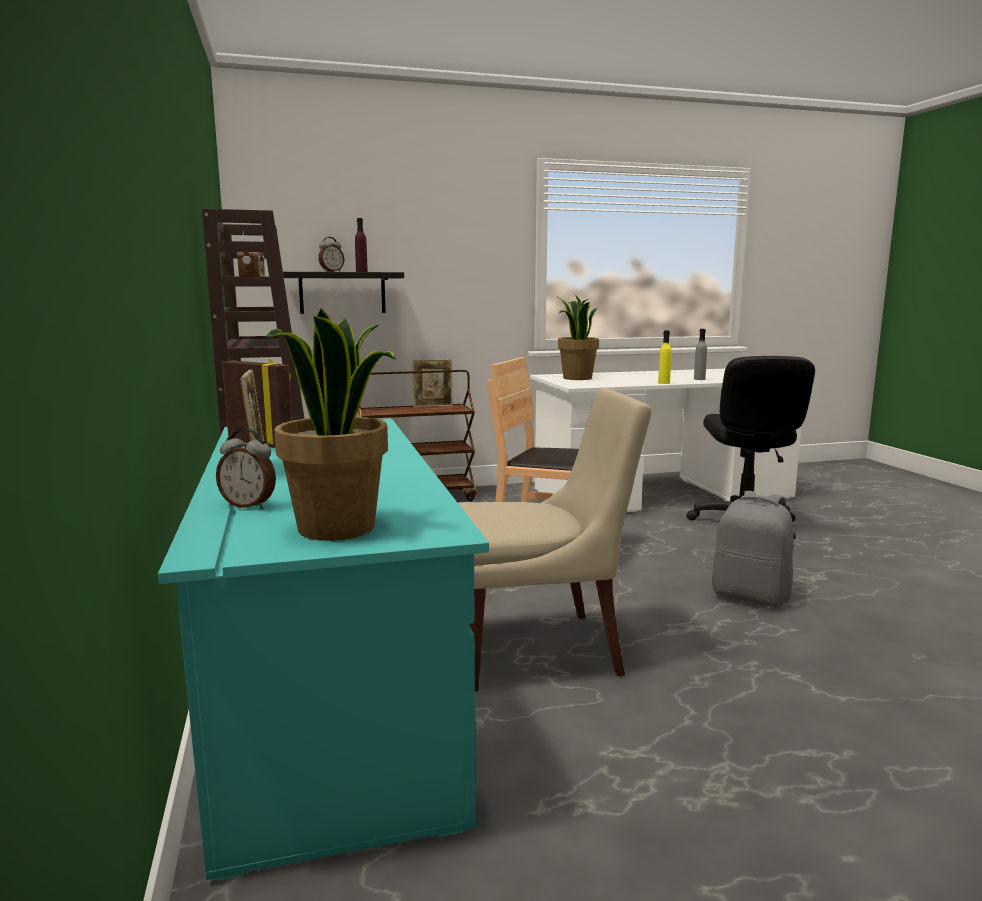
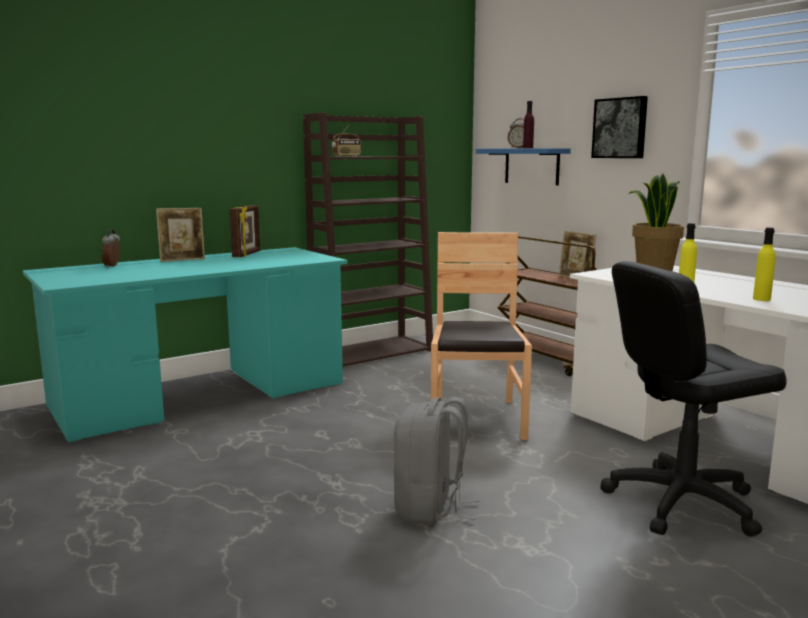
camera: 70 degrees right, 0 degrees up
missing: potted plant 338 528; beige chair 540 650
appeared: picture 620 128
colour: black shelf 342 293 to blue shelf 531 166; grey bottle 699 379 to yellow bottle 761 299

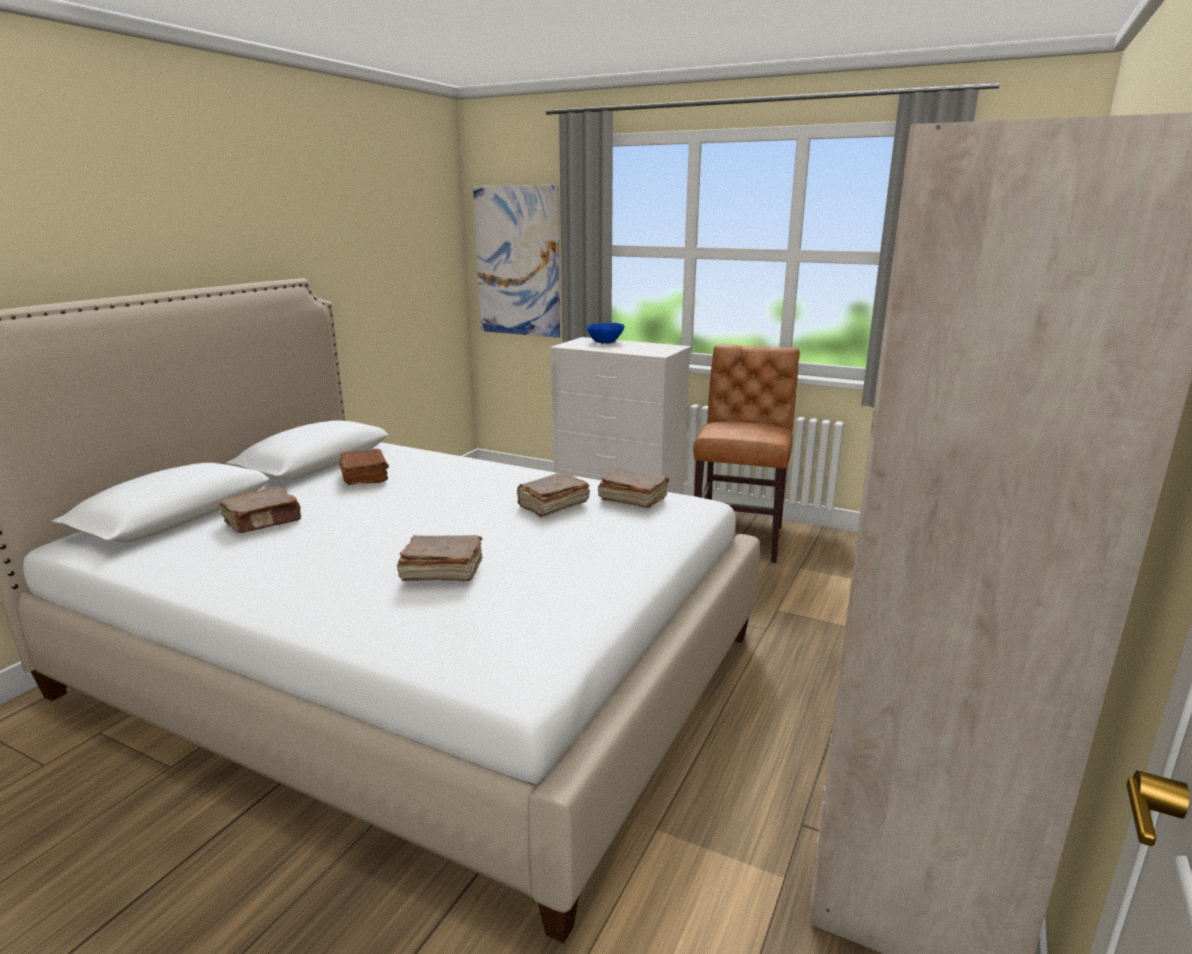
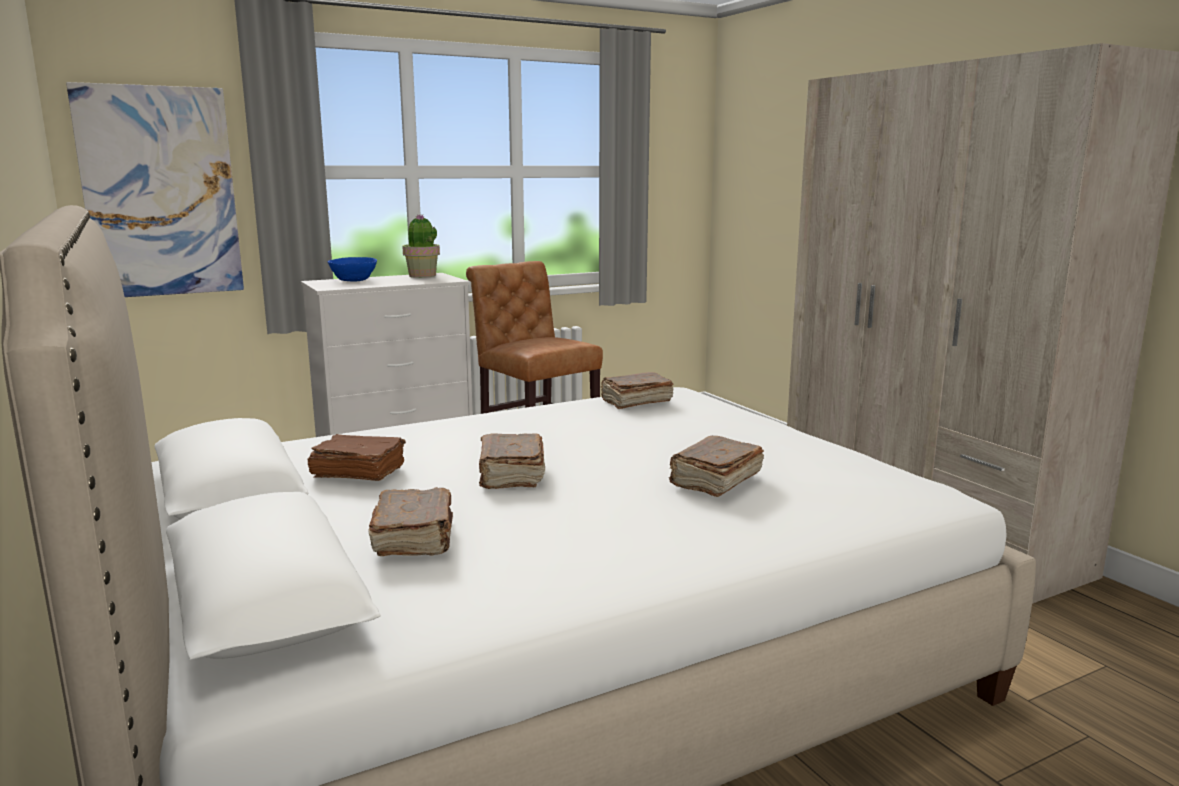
camera: 55 degrees left, 5 degrees down
appeared: potted plant 422 276
relocated: brown book 552 505 to 511 475

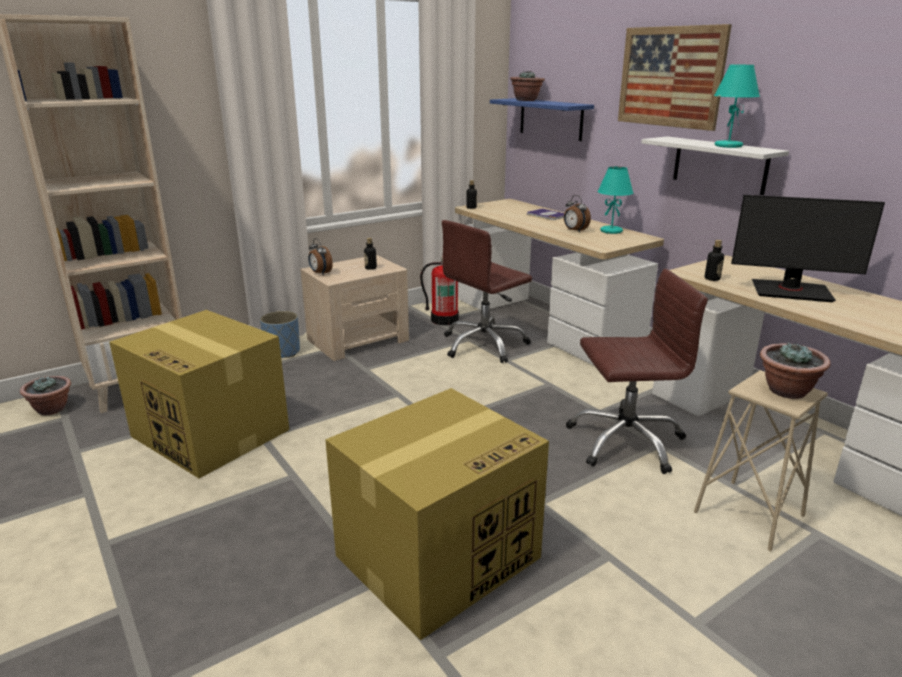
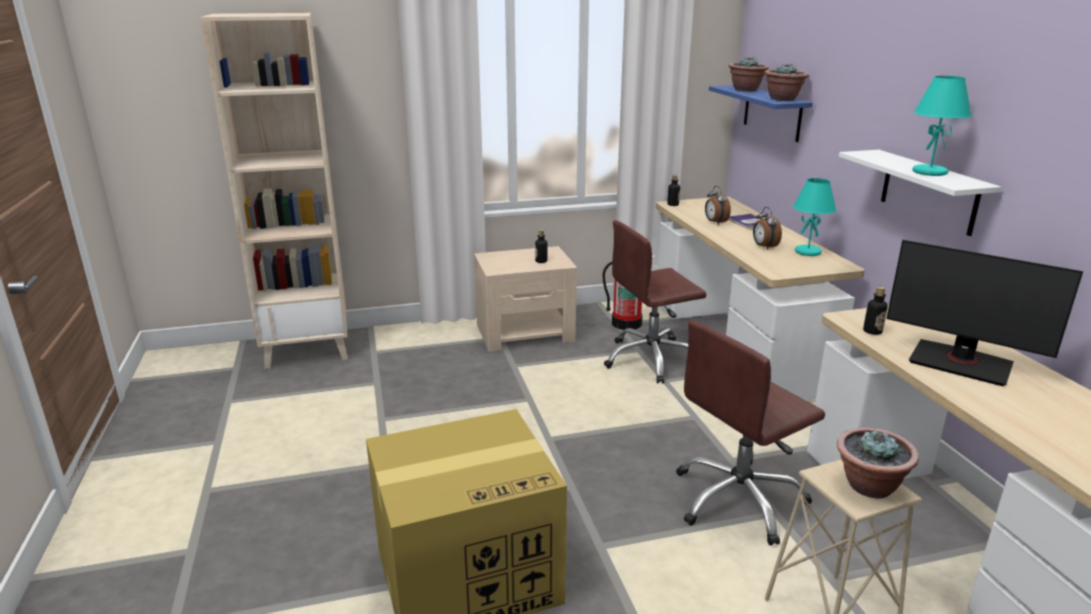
camera: 20 degrees right, 0 degrees up
missing: picture 670 77; cardboard box 212 433; blue planter 282 352
relocated: alarm clock 320 273 to 715 222; potted plant 52 409 to 783 99
spun: brown office chair 625 441 = 739 500 135 degrees clockwise

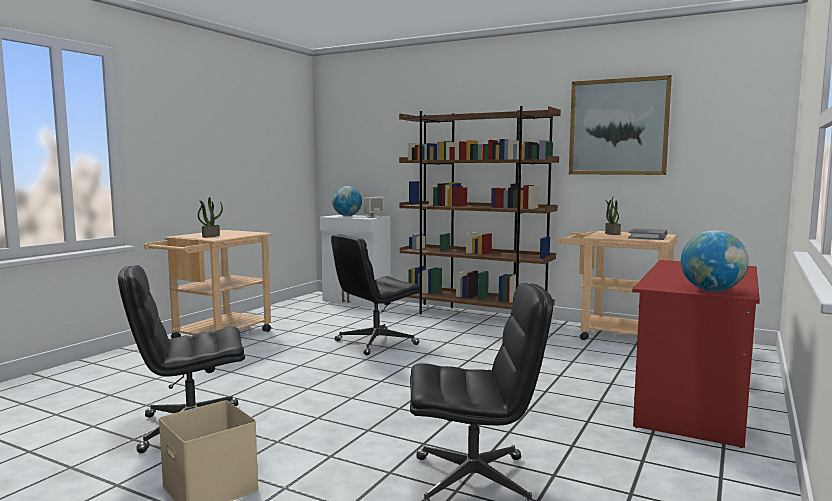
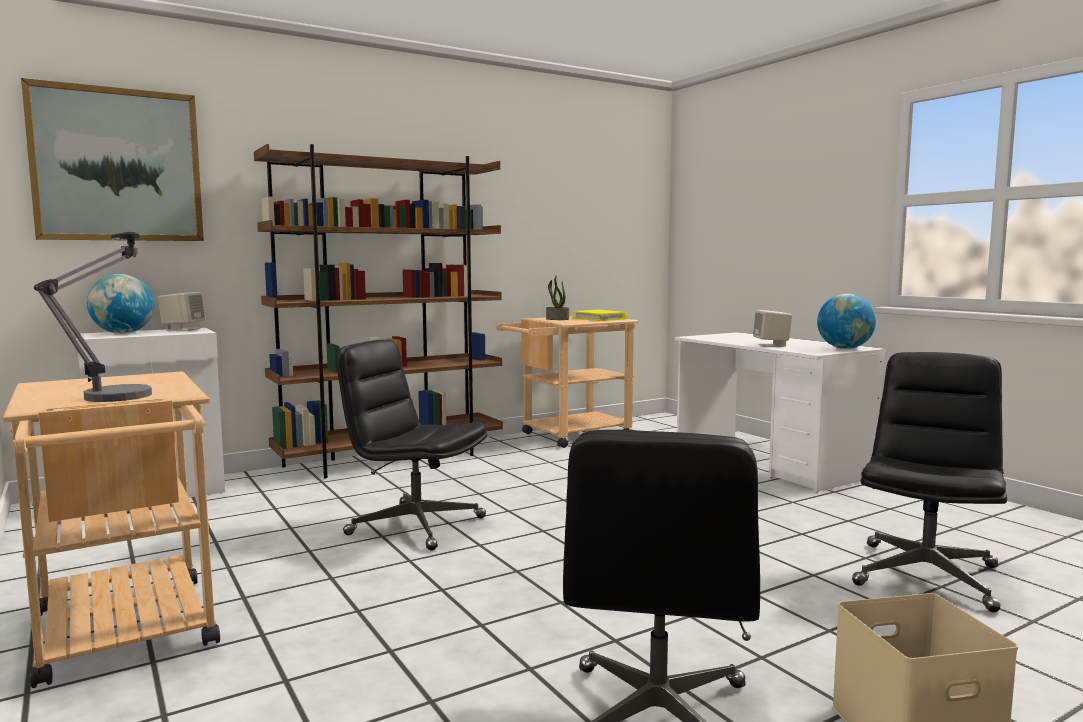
camera: 60 degrees left, 0 degrees up
appeared: beige speaker 771 345
relocated: picture 618 127 to 117 165
exchanged: potted plant 211 236 to table lamp 119 393
colour: grey book 648 237 to yellow book 599 318; red desk 694 401 to white desk 769 462
spun: black office chair 375 343 = 415 526 120 degrees clockwise

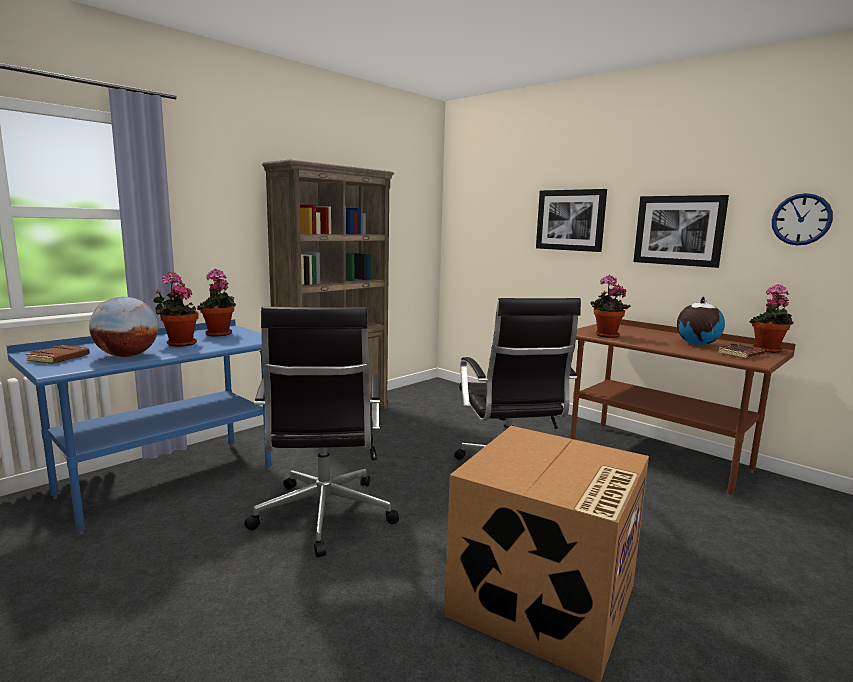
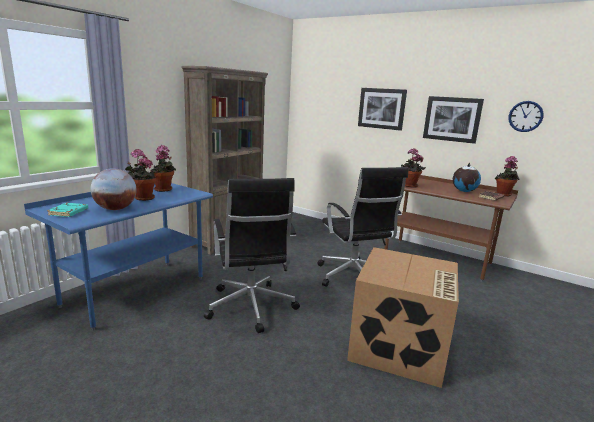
camera: 10 degrees left, 5 degrees up
colour: brown book 59 358 to turquoise book 69 212

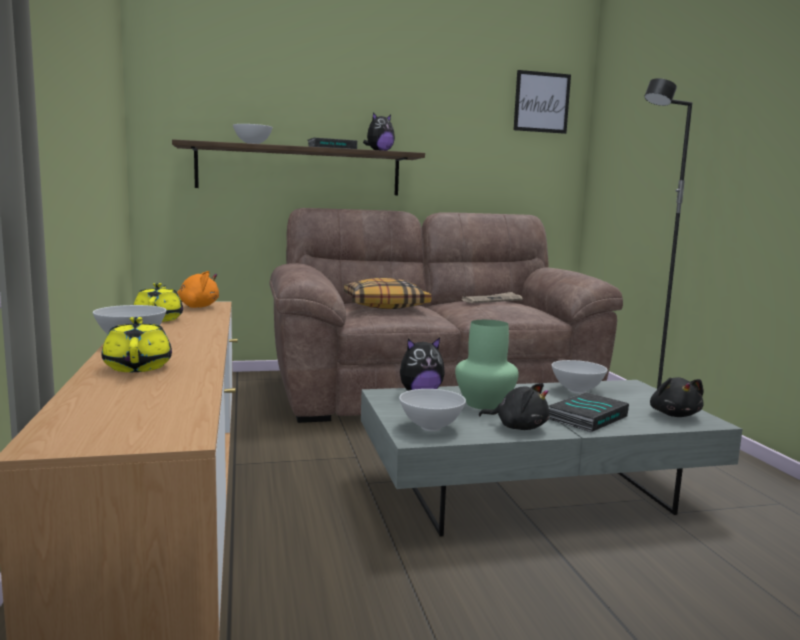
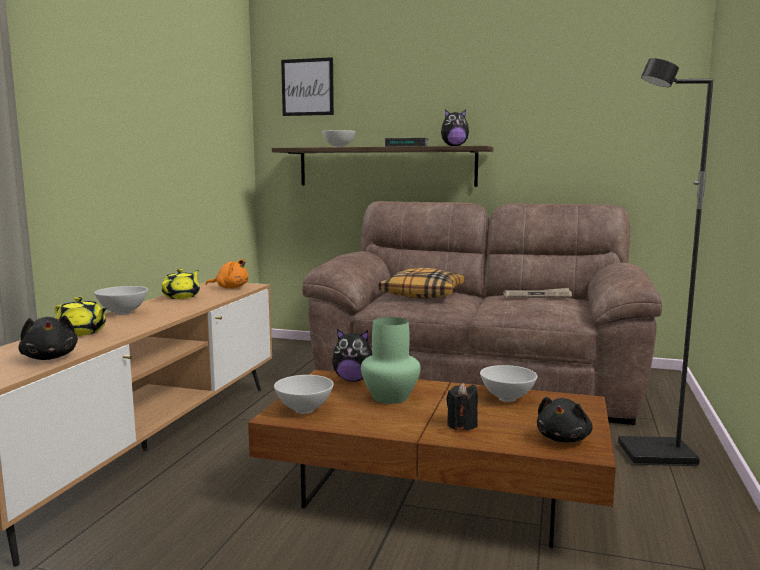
camera: 30 degrees right, 0 degrees up
relocated: picture 541 102 to 307 87; black plush toy 518 427 to 50 357
exchanged: book 587 417 to black candle 462 425
colour: grey coffee table 533 492 to brown coffee table 435 492
spun: yellow teapot 138 367 = 82 332 105 degrees clockwise

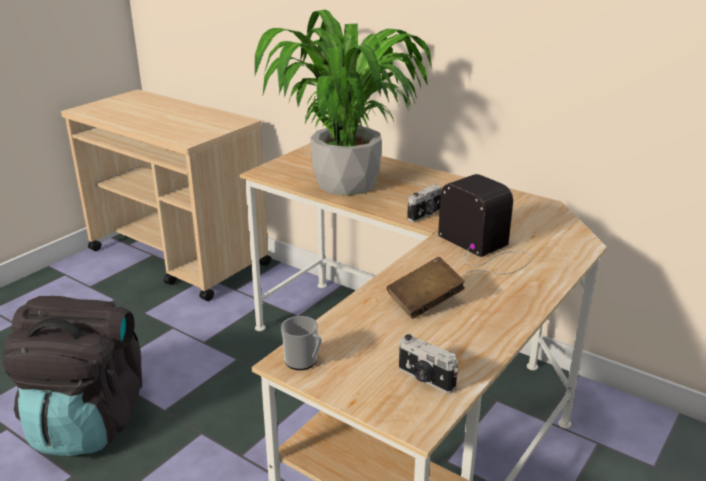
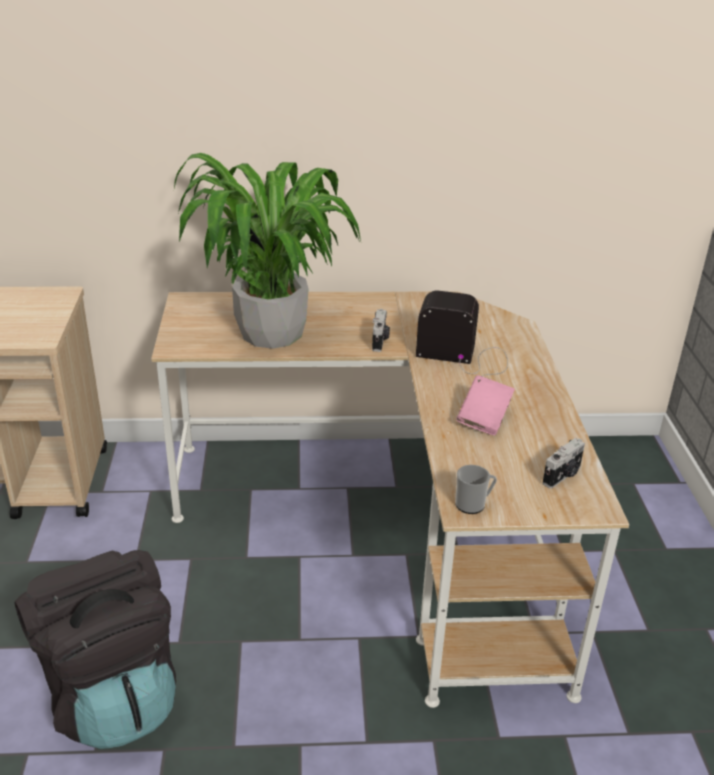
camera: 40 degrees left, 5 degrees up
colour: brown book 424 302 to pink book 484 418
spun: photo camera 425 379 = 563 476 45 degrees counterclockwise

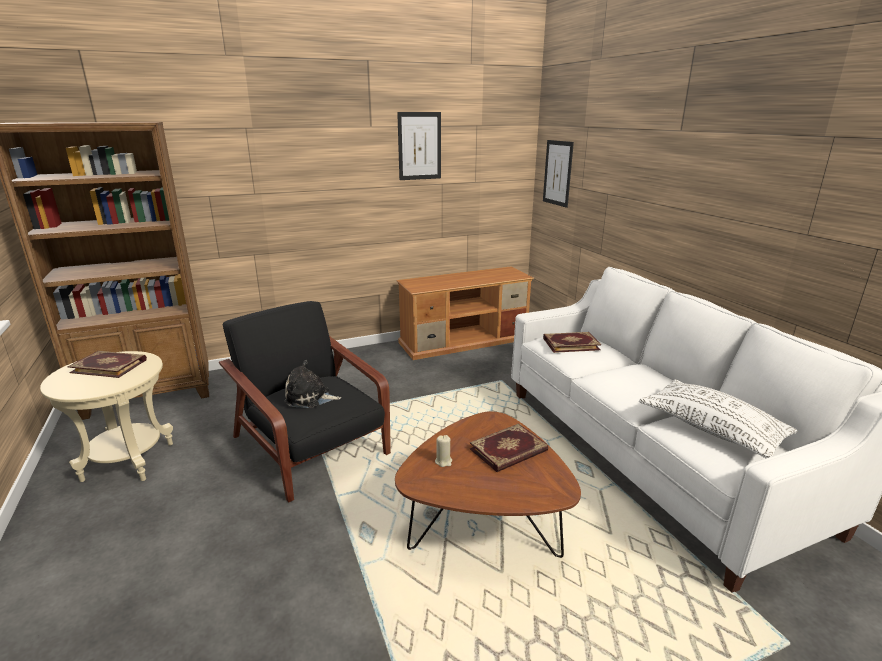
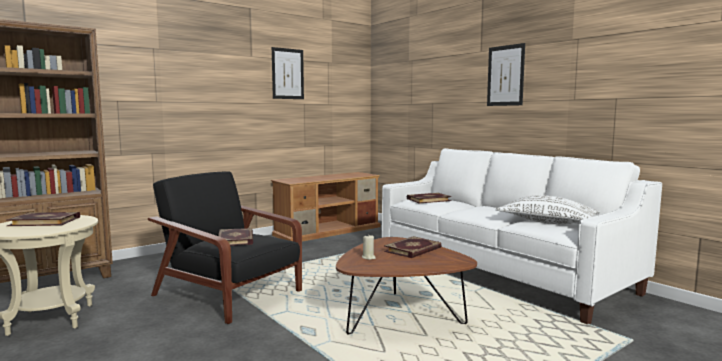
camera: 15 degrees left, 15 degrees down
relocated: picture 557 173 to 505 75
exchanged: plush toy 310 398 to book 236 239

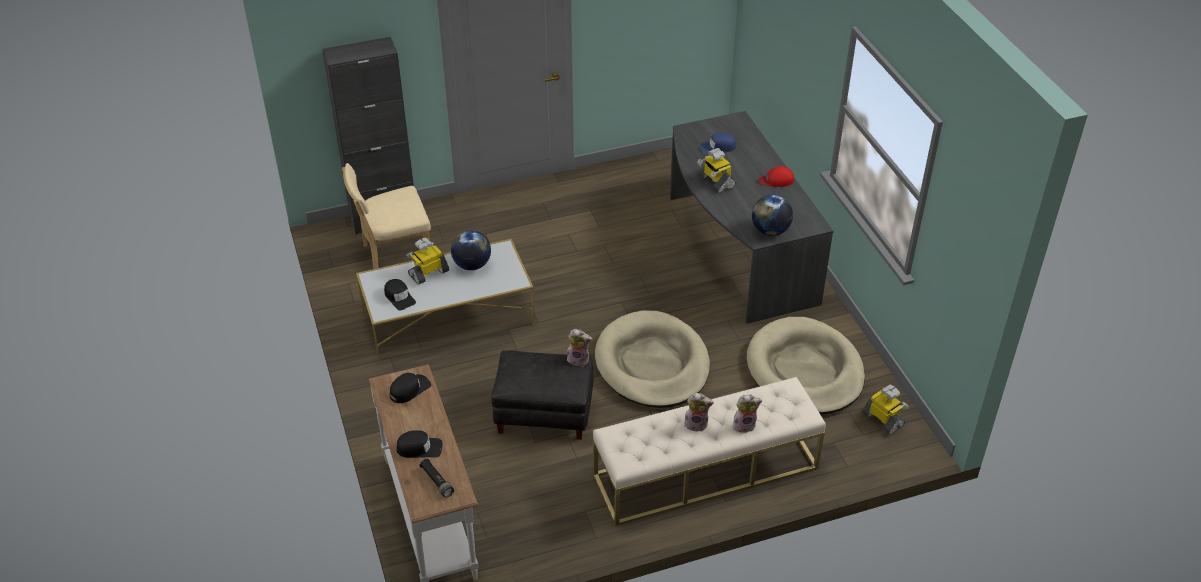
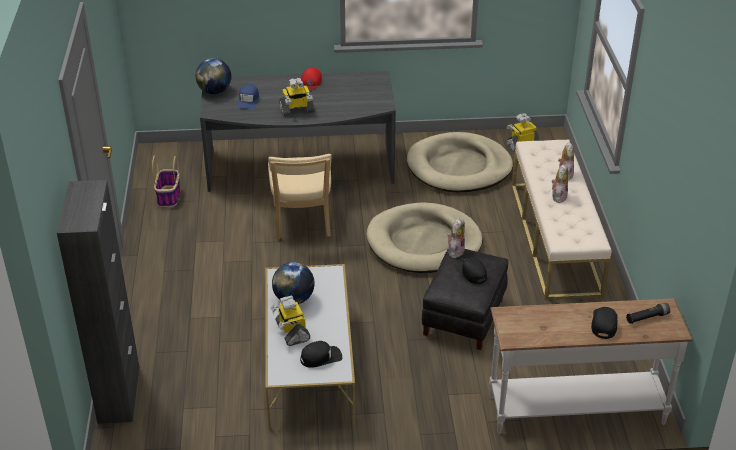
camera: 75 degrees left, 5 degrees down
appeared: basket 169 197
relocated: beige chair 394 256 to 302 223; globe 770 231 to 215 91; black cap 409 389 to 471 272

